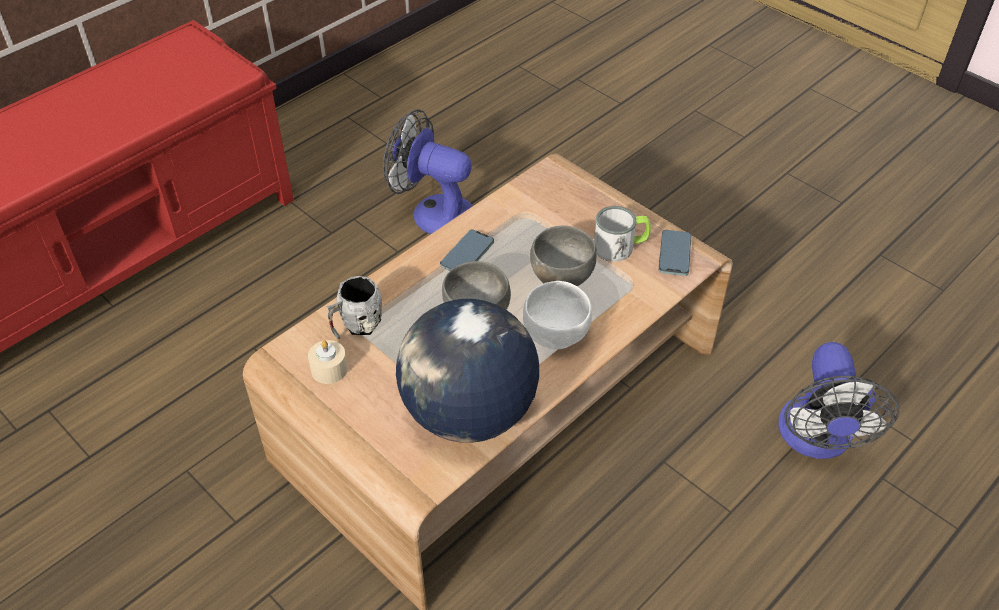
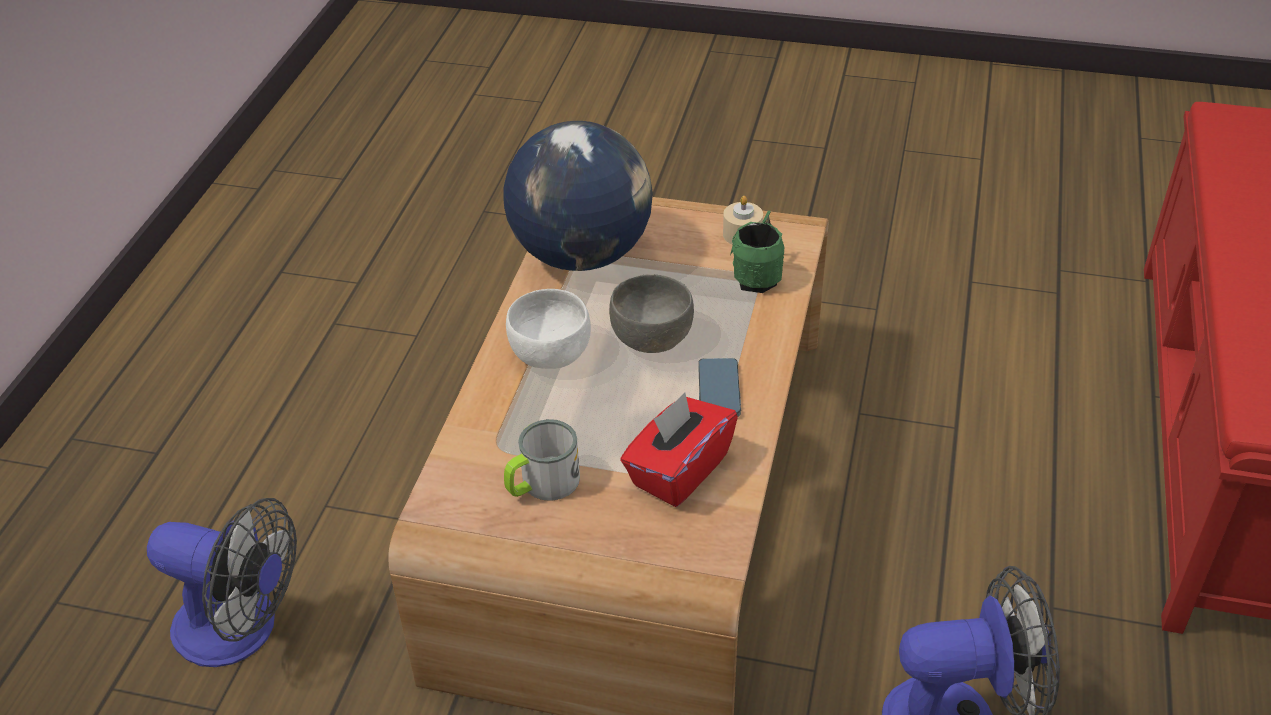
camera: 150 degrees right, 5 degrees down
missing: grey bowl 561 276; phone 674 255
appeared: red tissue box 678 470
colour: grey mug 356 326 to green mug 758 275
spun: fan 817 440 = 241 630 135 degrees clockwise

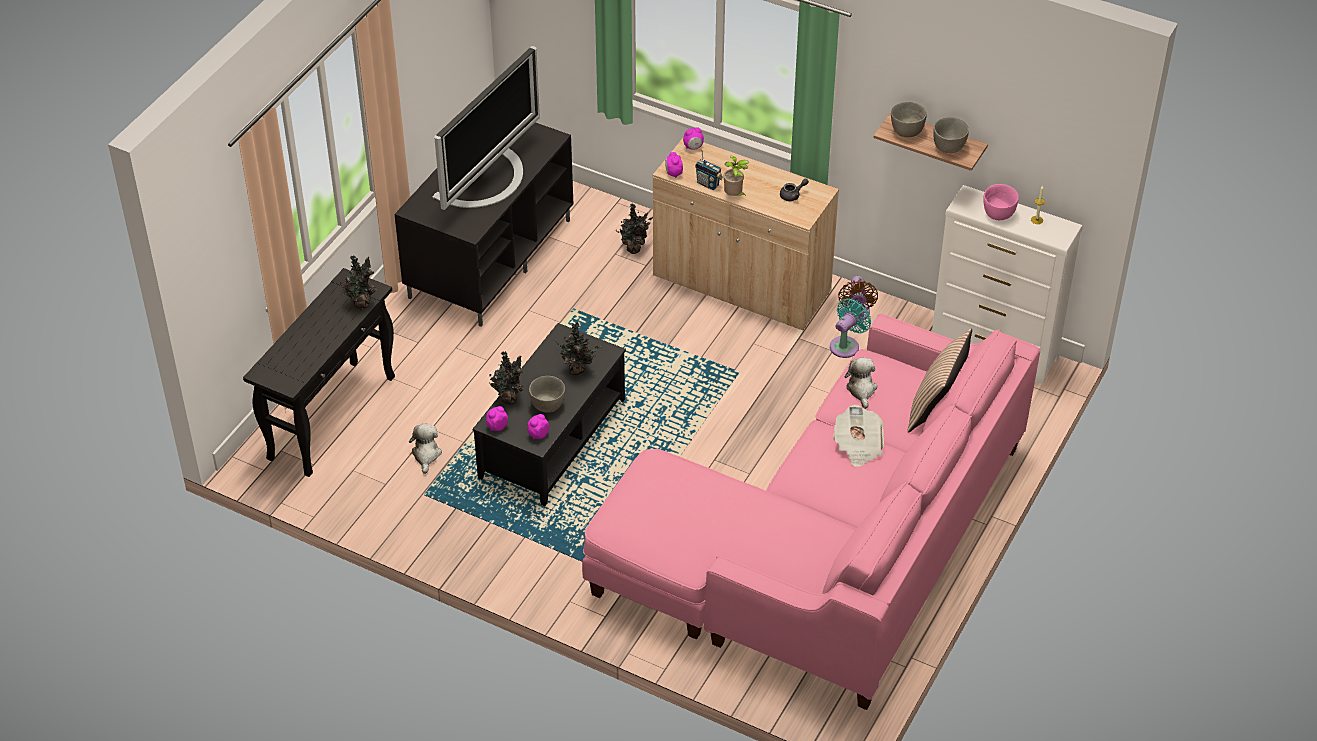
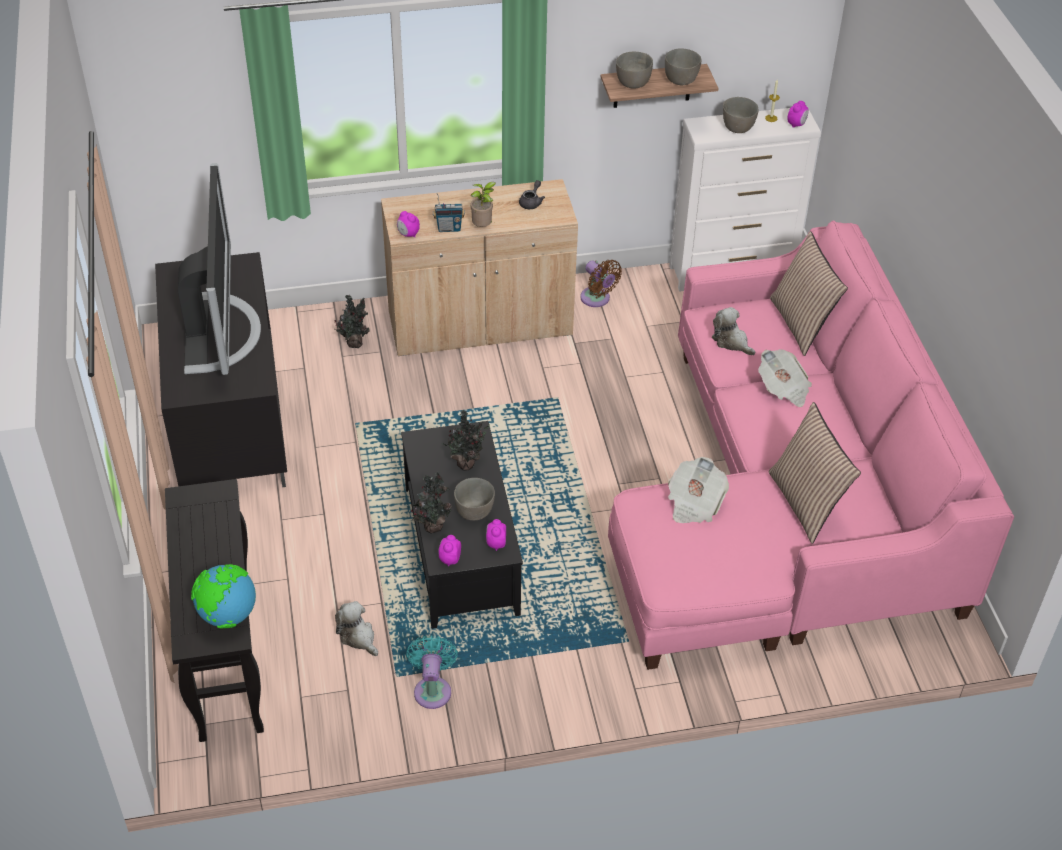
camera: 40 degrees left, 0 degrees up
missing: potted plant 361 302
appeared: pillow 806 503; newspaper 694 503; globe 227 616
relocated: alarm clock 693 147 to 796 124; turquoise fan 846 345 to 433 689
colour: pink bowl 998 214 to grey bowl 738 128

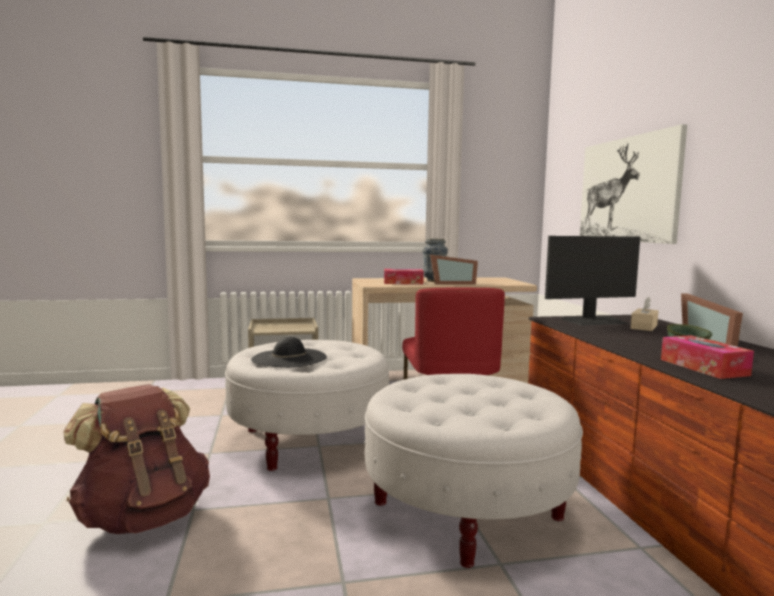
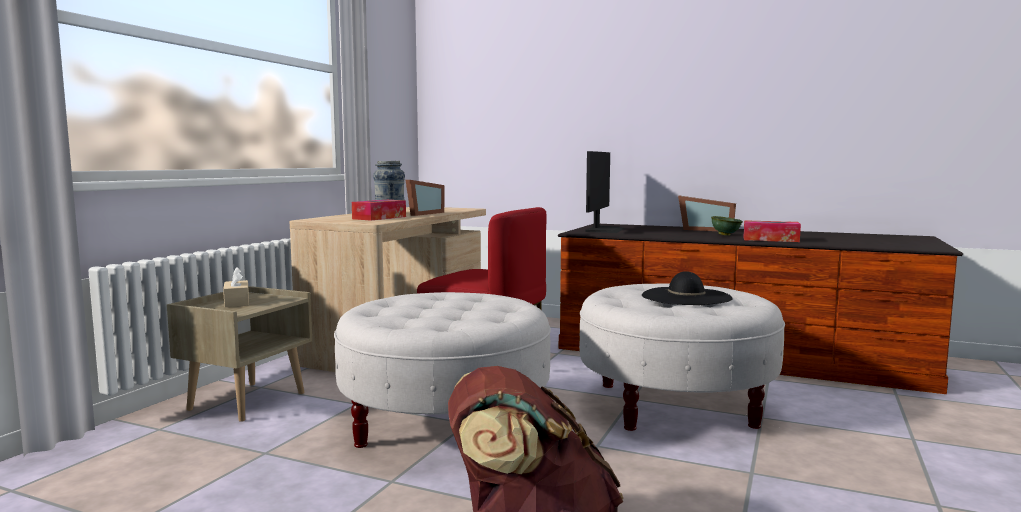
camera: 55 degrees left, 0 degrees up
missing: picture 627 189
relocated: beige tissue box 644 327 to 237 302; black hat 289 358 to 686 297

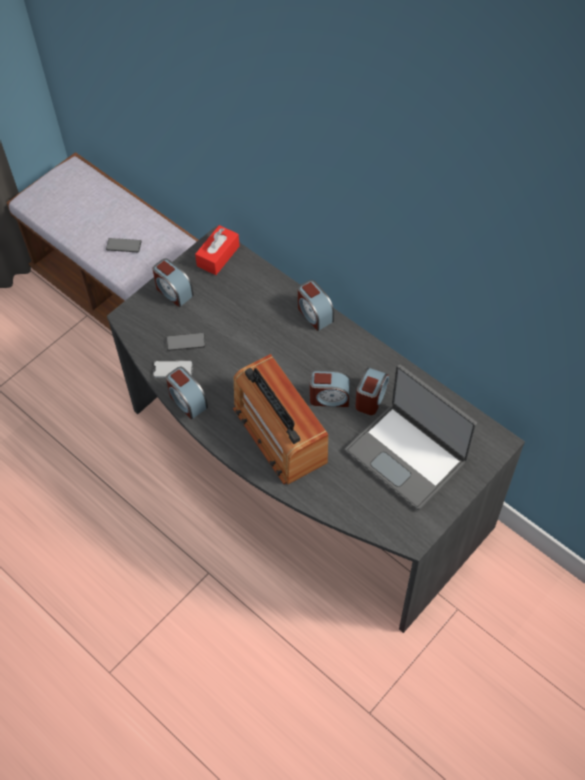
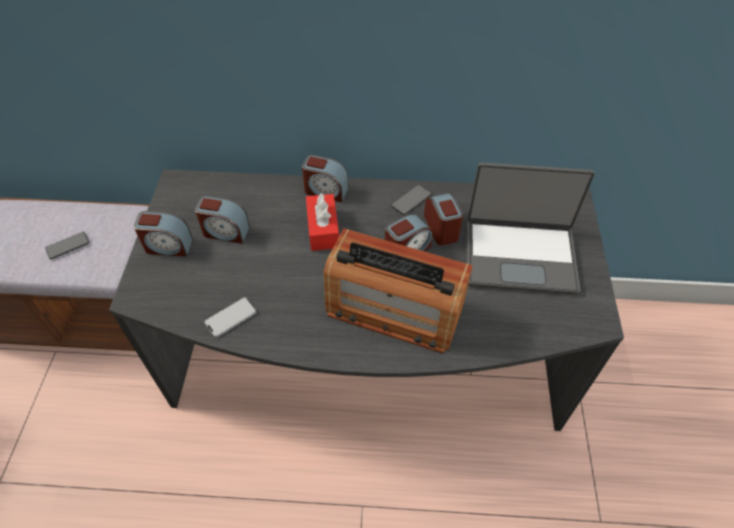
camera: 40 degrees left, 5 degrees down
relocated: red tissue box 218 256 to 323 229; phone 186 342 to 411 200; alarm clock 187 401 to 225 231

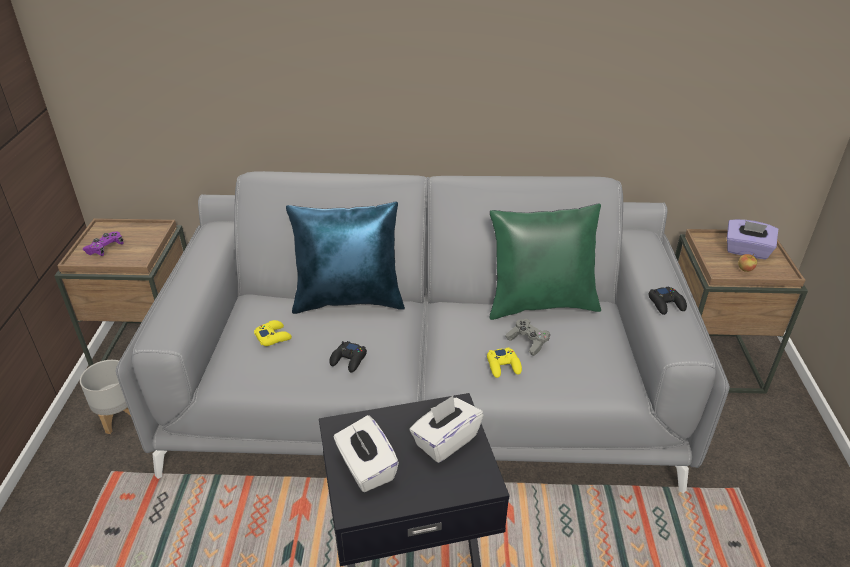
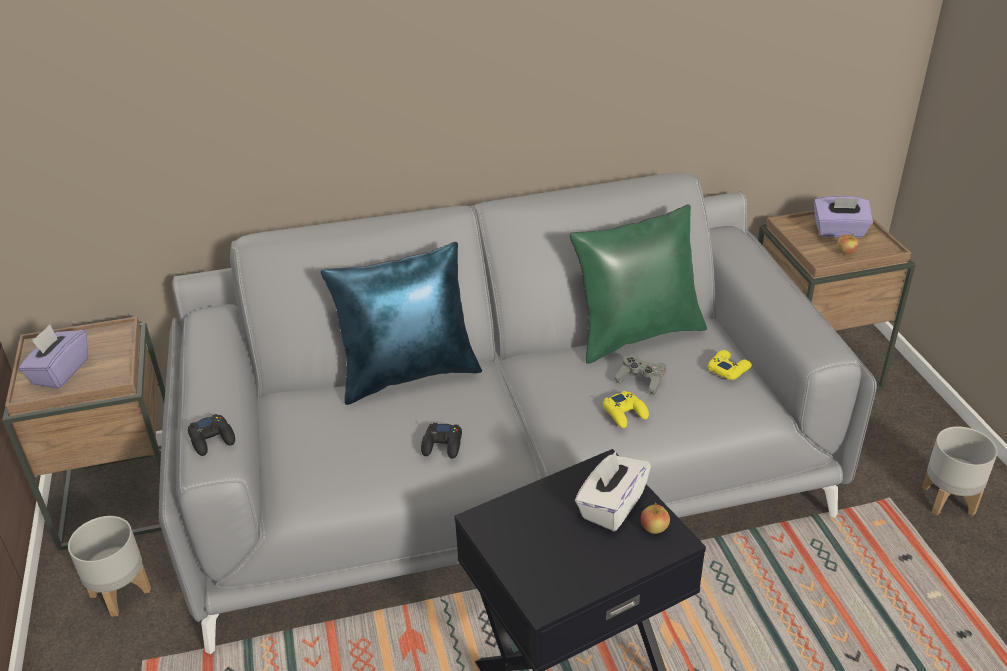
camera: 15 degrees left, 0 degrees up
missing: white tissue box 366 468
appeared: grey planter 949 500; apple 654 528
relocated: black game controller 666 304 to 212 439; yellow game controller 273 336 to 728 369
exchanged: purple game controller 105 249 to purple tissue box 60 372

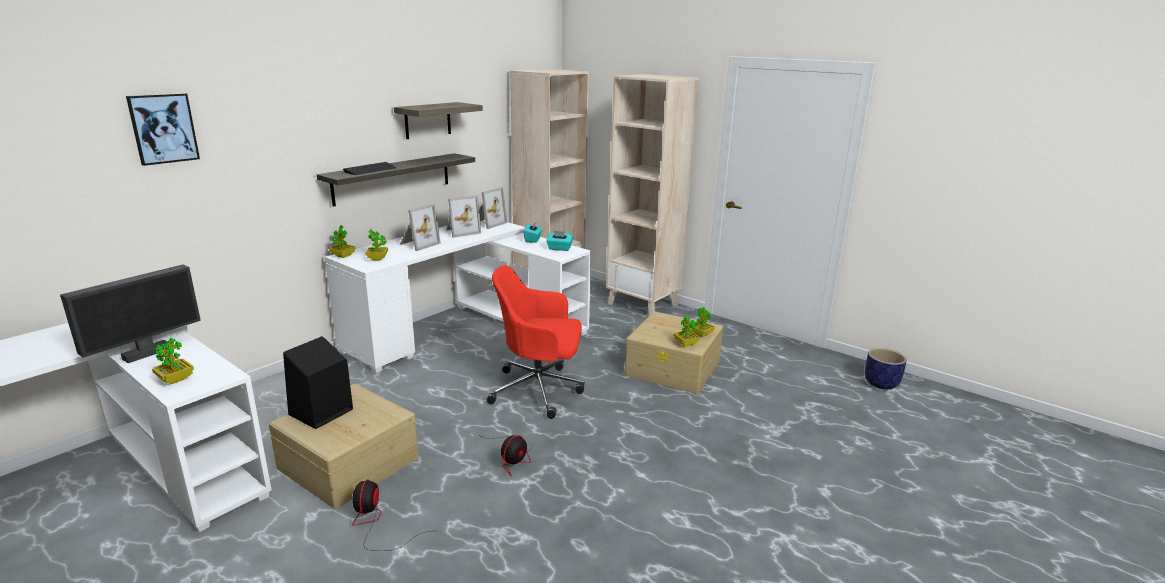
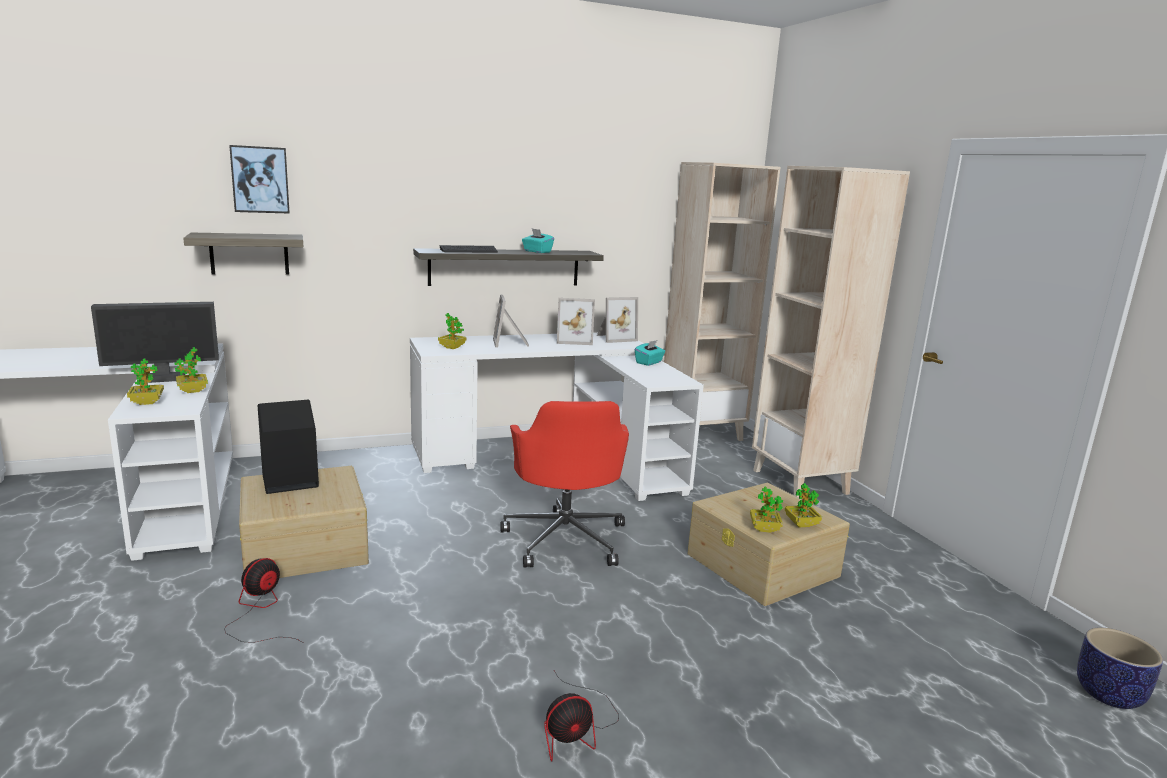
camera: 30 degrees right, 5 degrees down
relocated: shelf 427 120 to 249 254; potted plant 343 256 to 192 391; turquoise tissue box 559 248 to 537 251; fan 513 457 to 576 729
spun: picture frame 418 244 = 511 343 105 degrees clockwise; red office chair 539 390 = 565 538 135 degrees counterclockwise

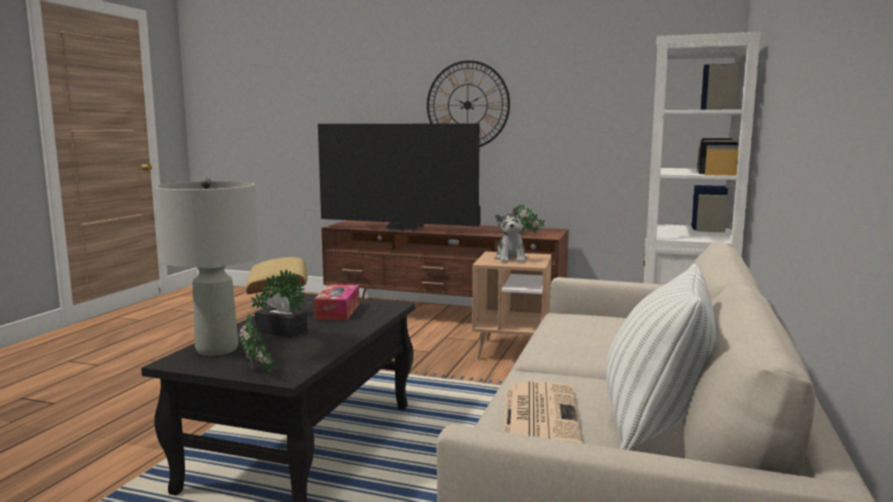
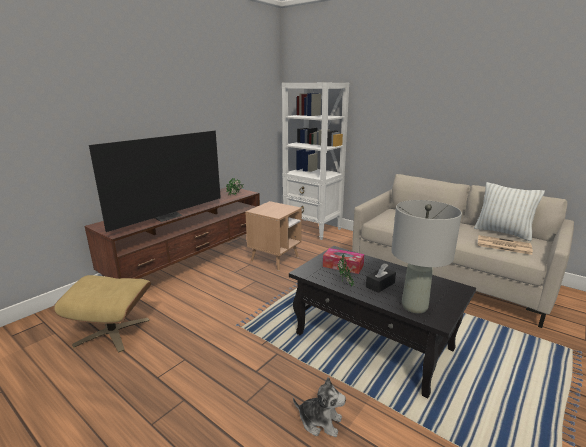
camera: 70 degrees left, 10 degrees up
missing: wall clock 467 105; potted plant 258 372
relocated: plush toy 511 259 to 320 421

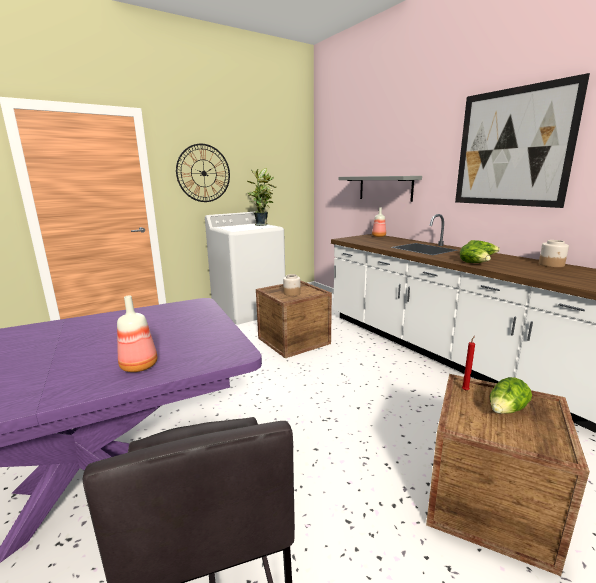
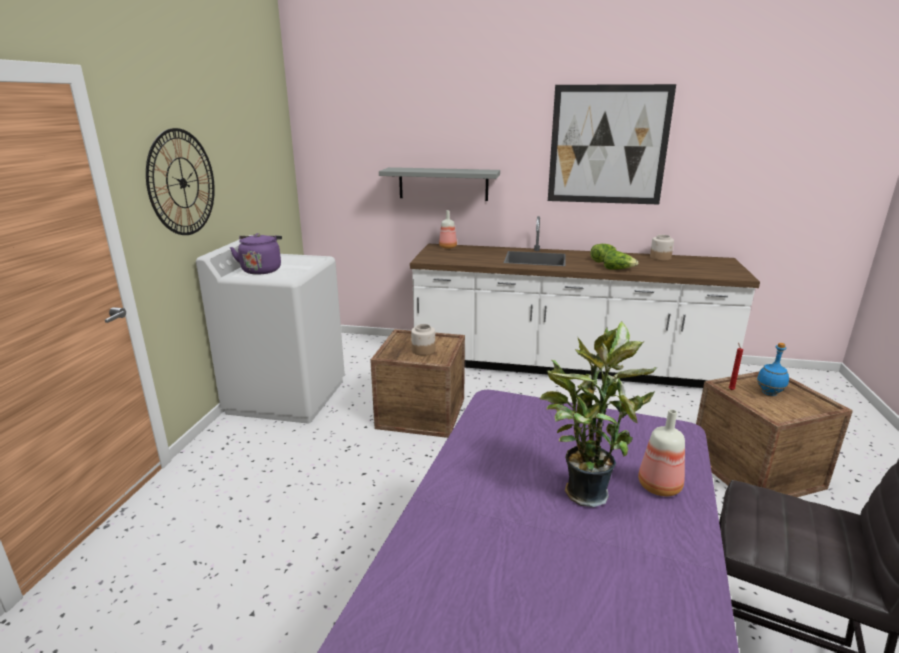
camera: 45 degrees left, 5 degrees up
appeared: purple kettle 262 270
relocated: potted plant 262 225 to 583 491
exchanged: lettuce 506 410 to blue bottle 769 393

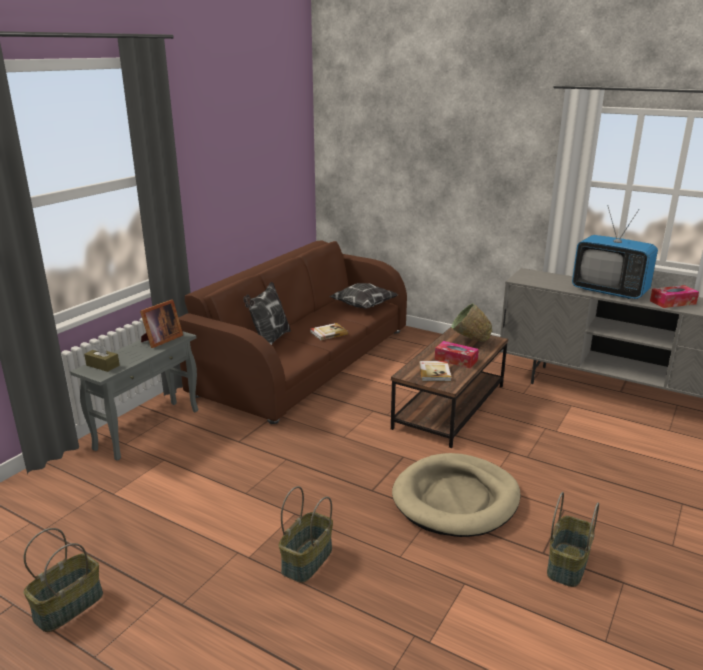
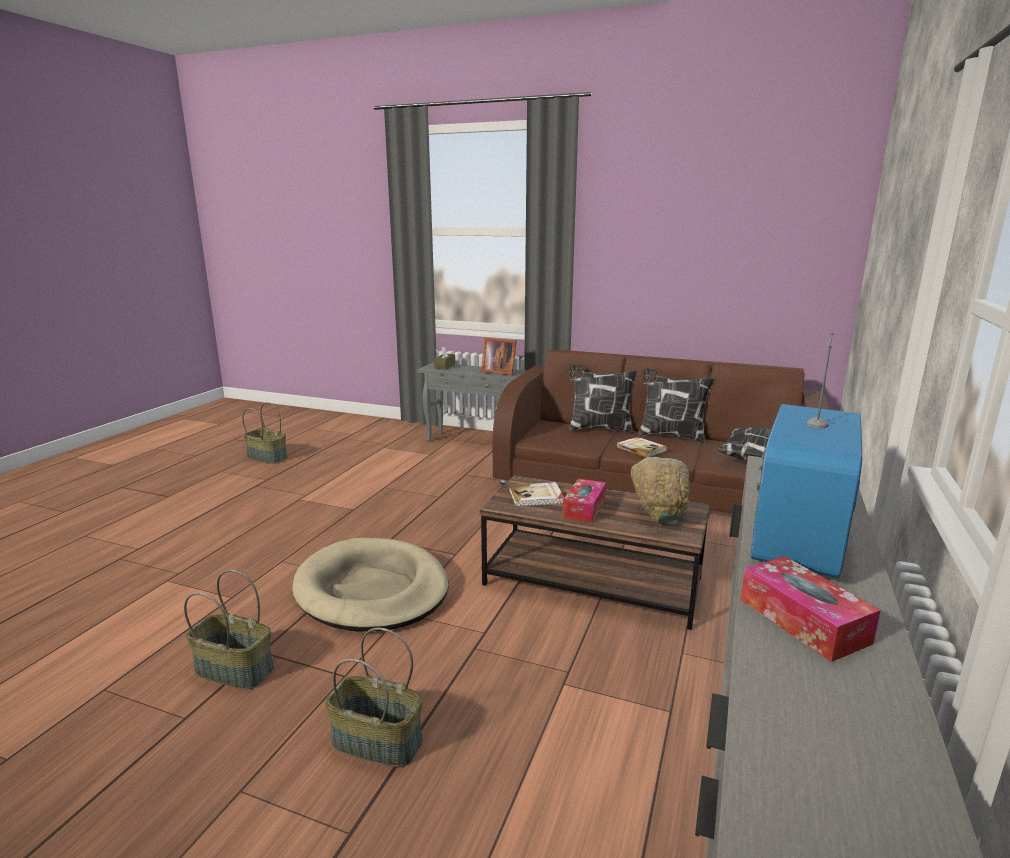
camera: 80 degrees right, 5 degrees down
appeared: pillow 670 436
relocated: basket 307 561 to 375 742

